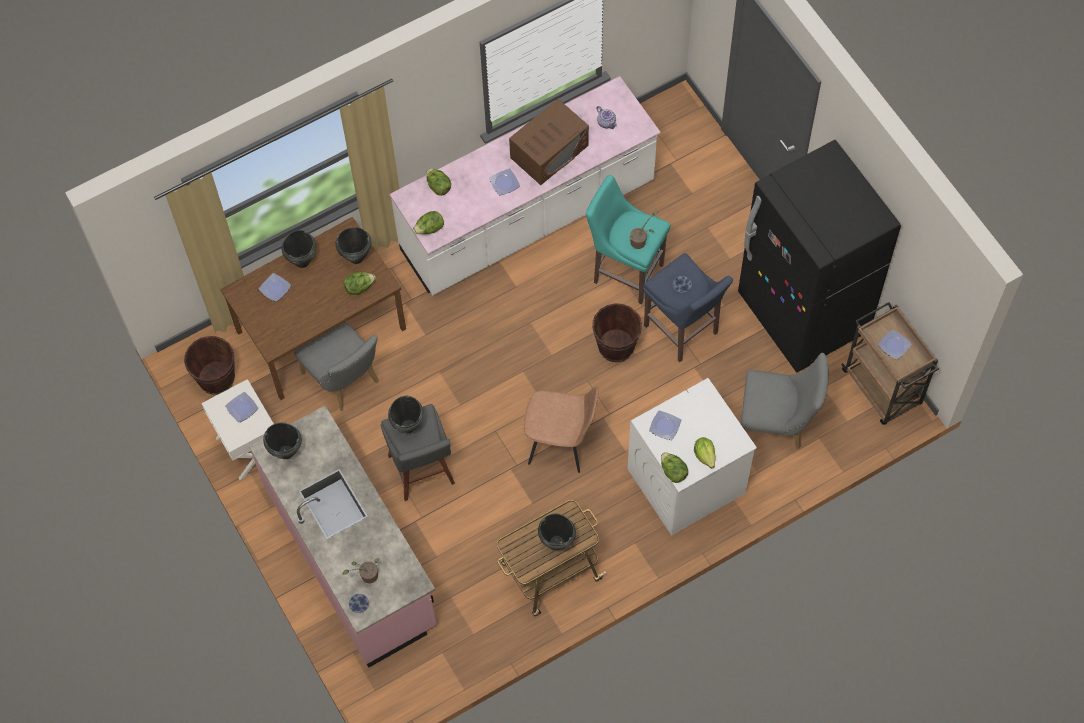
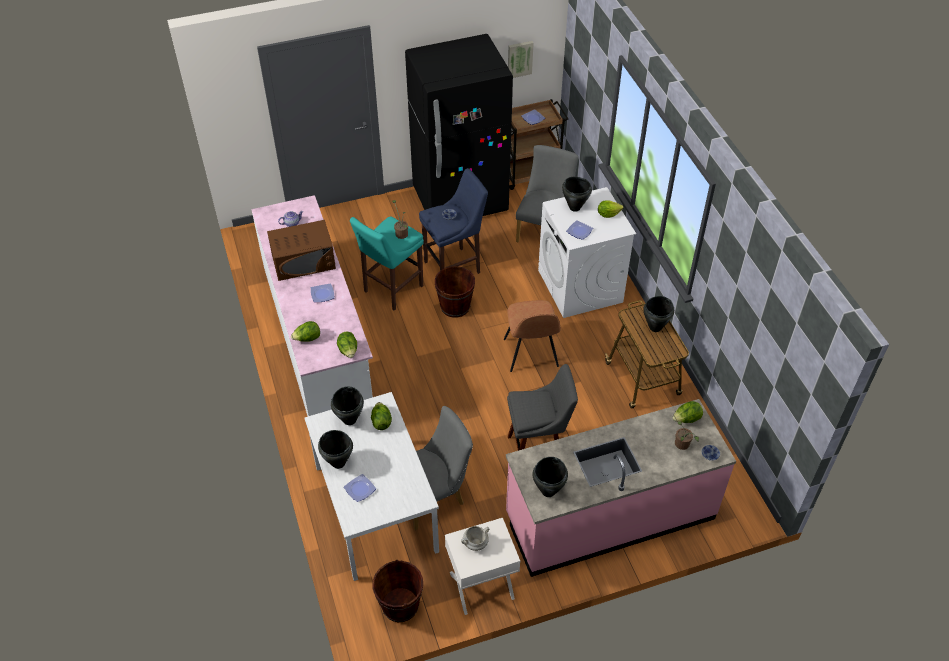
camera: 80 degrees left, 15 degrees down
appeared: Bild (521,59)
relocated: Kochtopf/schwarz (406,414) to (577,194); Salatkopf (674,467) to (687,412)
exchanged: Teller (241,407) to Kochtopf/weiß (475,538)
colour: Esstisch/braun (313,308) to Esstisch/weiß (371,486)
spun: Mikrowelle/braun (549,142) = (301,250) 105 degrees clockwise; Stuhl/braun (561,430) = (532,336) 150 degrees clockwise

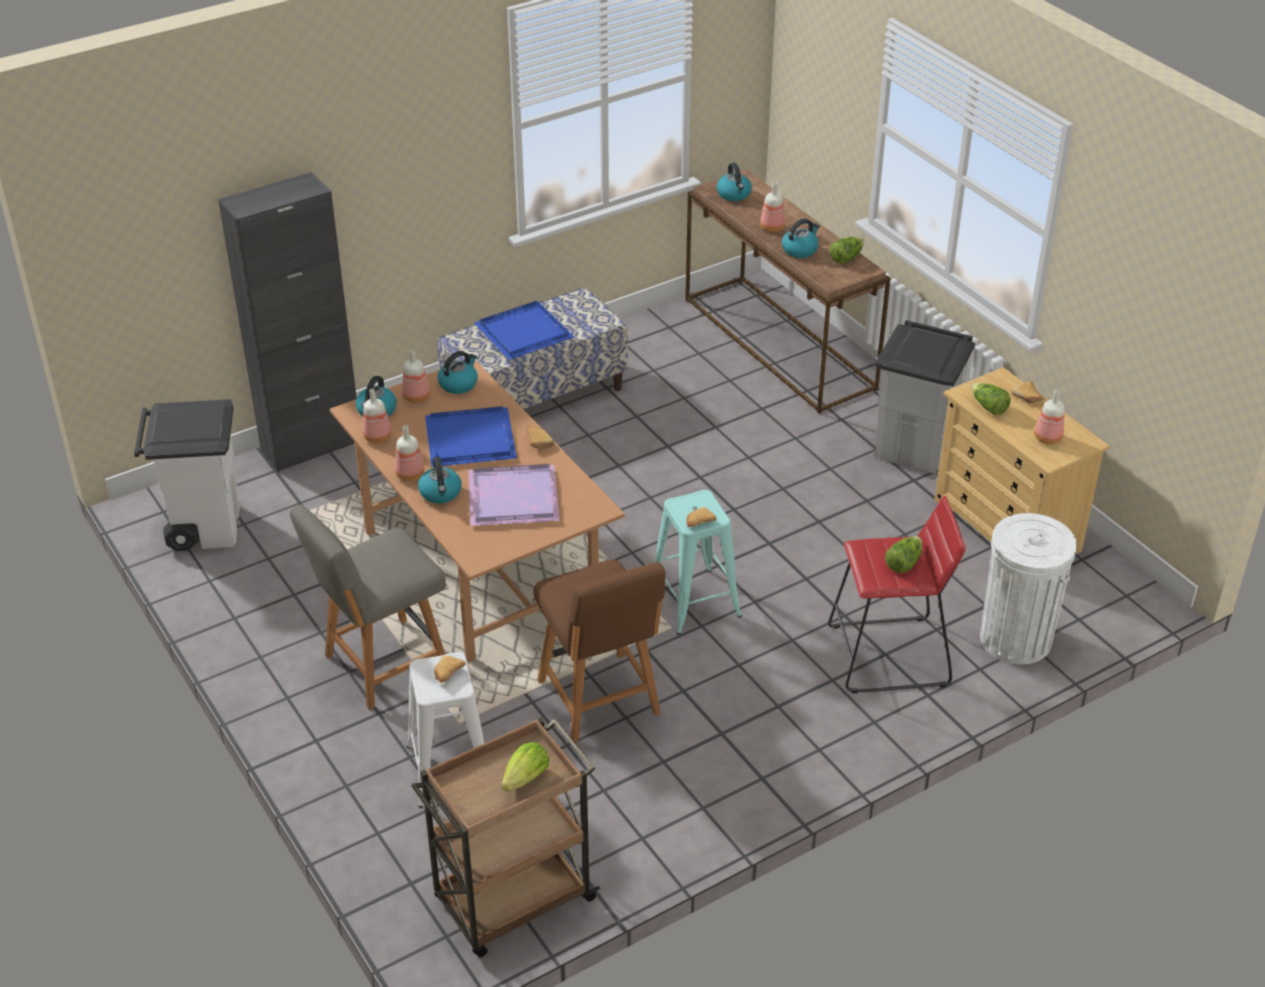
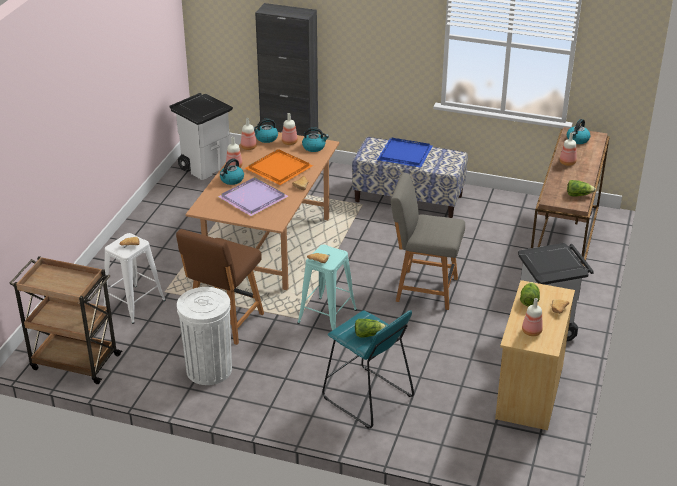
camera: 50 degrees right, 5 degrees down
missing: Salatkopf (525,767); Wasserkessel (801,238)
relocated: Stuhl/grau (368,607) to (428,241); Mülleimer/weiß (1028,588) to (204,336)
colour: Tablett/blau (471,436) to Tablett/orange (279,167); Hocker/rot (896,594) to Hocker/türkis (368,369)

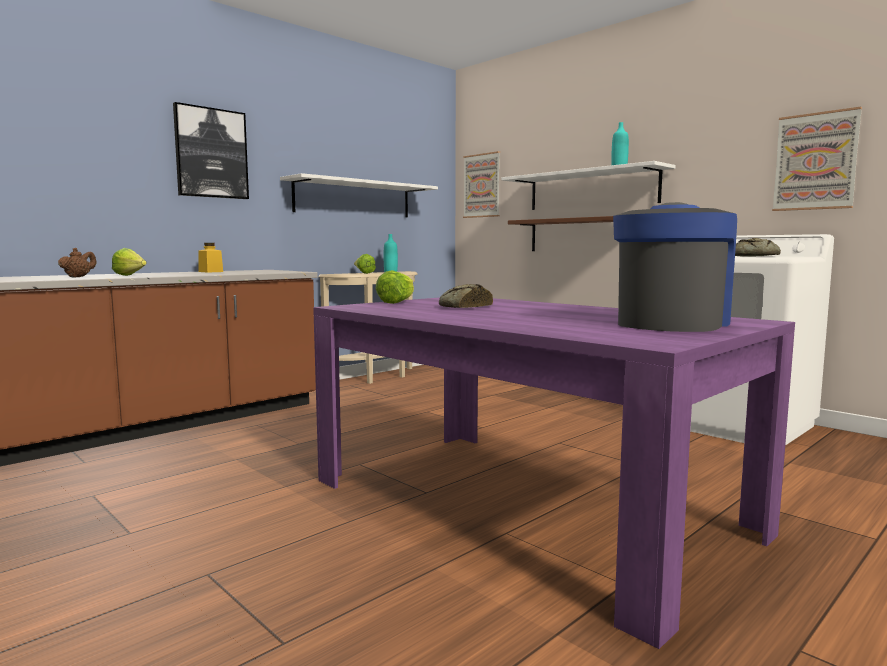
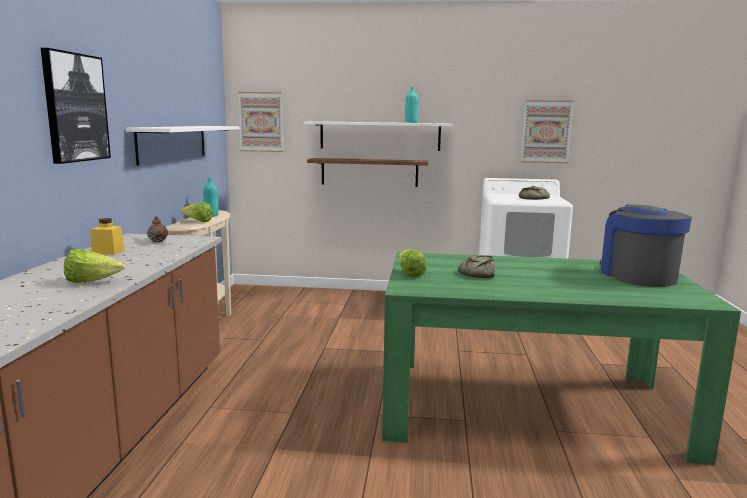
camera: 40 degrees left, 5 degrees up
relocated: Teekanne/braun (77,263) to (157,229)
colour: Esstisch/lila (554,473) to Esstisch/grün (561,358)

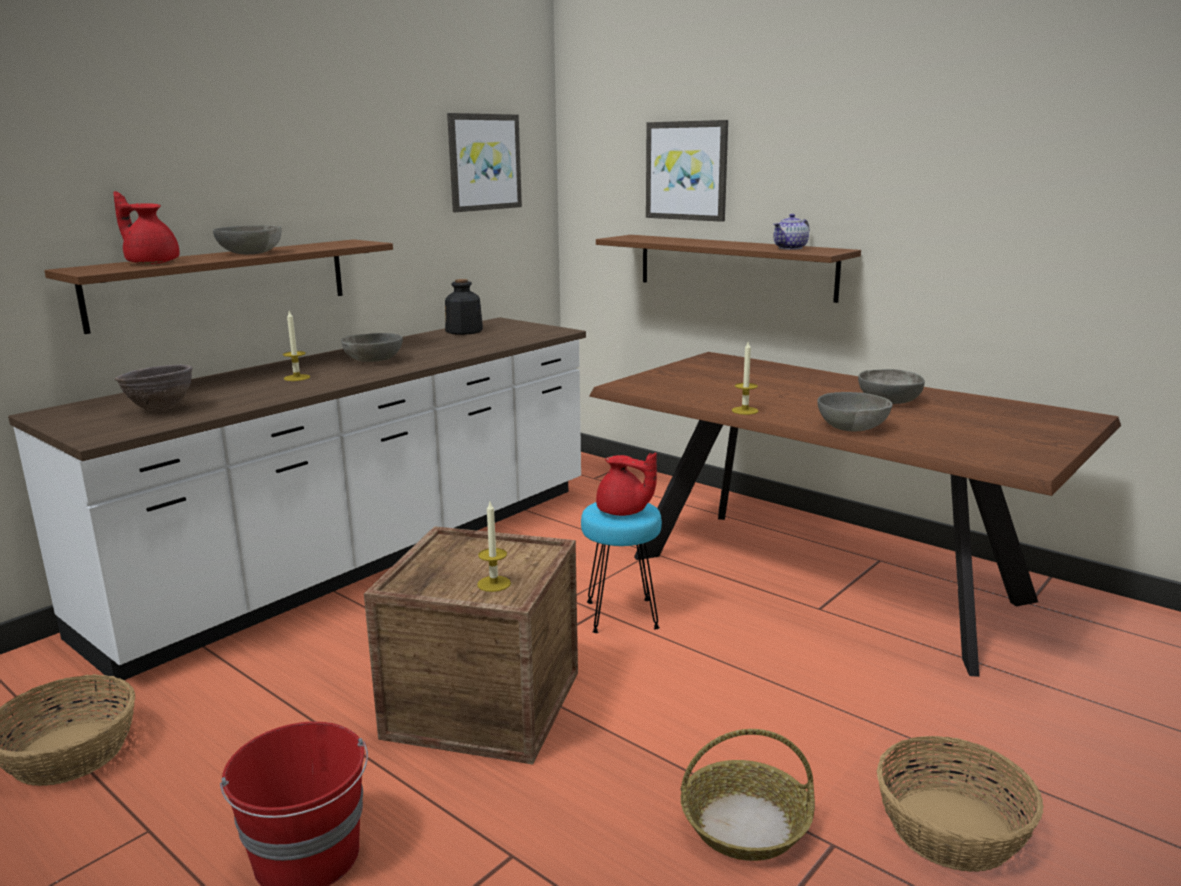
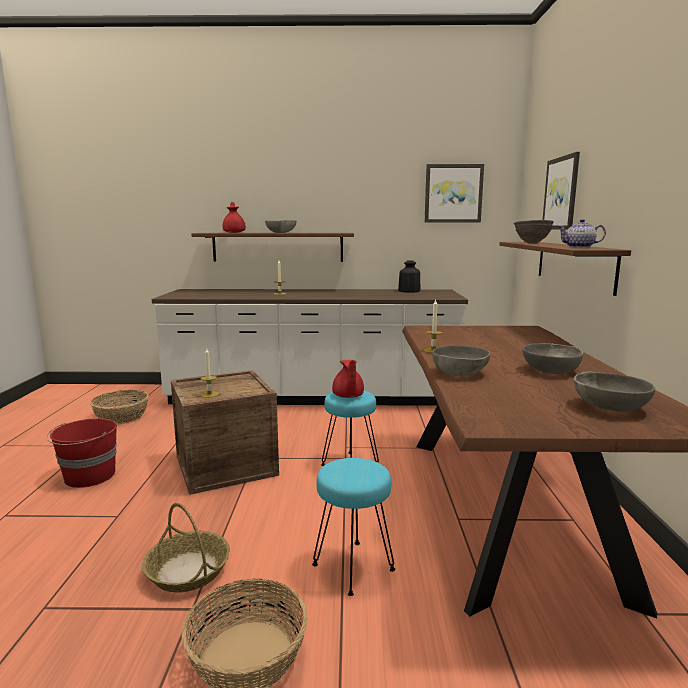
camera: 50 degrees right, 5 degrees down
appeared: Hocker/türkis (353,527)
relocated: Schüssel/braun (154,388) to (534,232); Schüssel/grau (372,347) to (614,392)

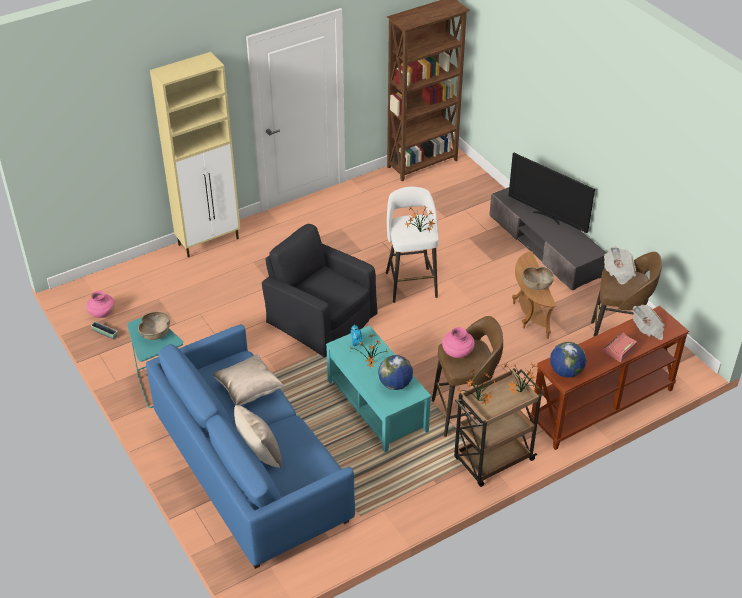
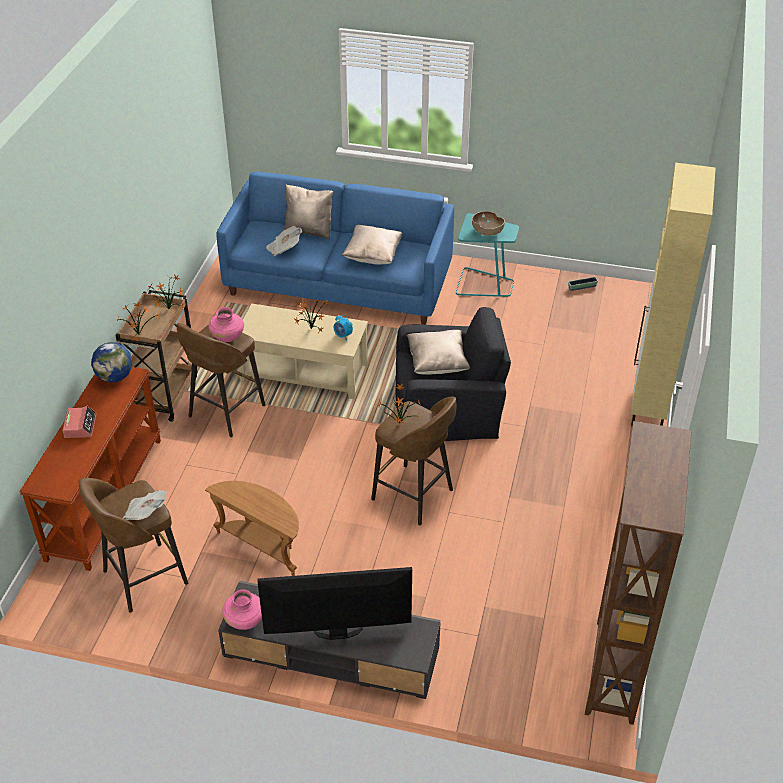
camera: 135 degrees right, 0 degrees up
missing: Globus (395,372); Schüssel/braun (538,278)
appeared: Kissen/beige (438,352)
relocated: Vase/rosa (100,304) to (242,610); Zeitung (649,322) to (284,241)
colour: Couchtisch/türkis (378,388) to Couchtisch/beige (303,351); Hocker/weiß (412,245) to Hocker/braun (413,461)

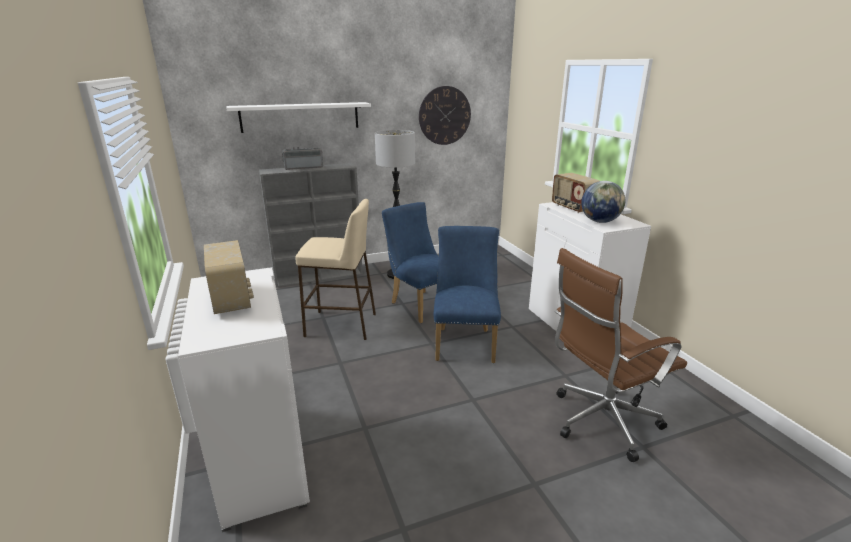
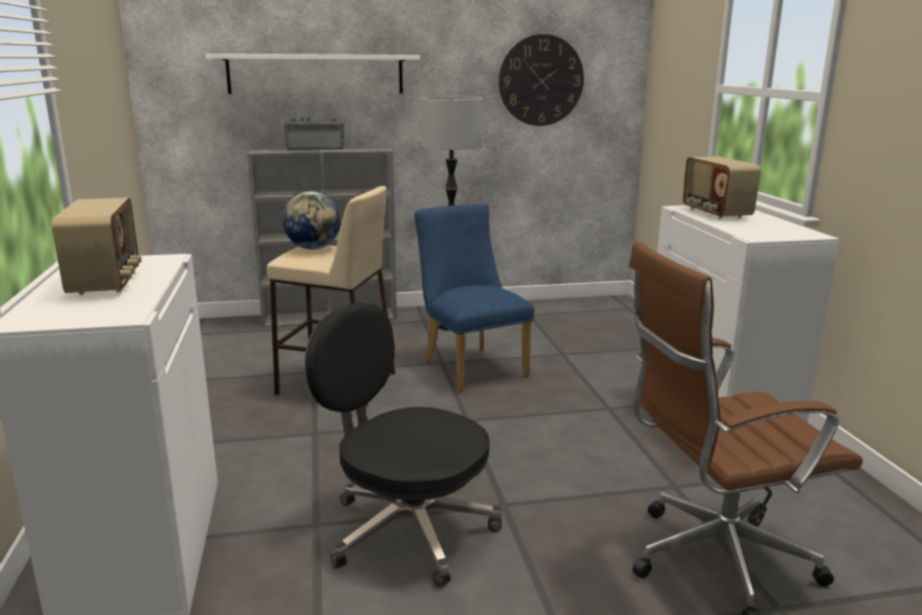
camera: 10 degrees right, 5 degrees down
missing: Stuhl/blau (467,294)
appeared: Bürostuhl/schwarz (404,445)
relocated: Globus (603,202) to (312,221)

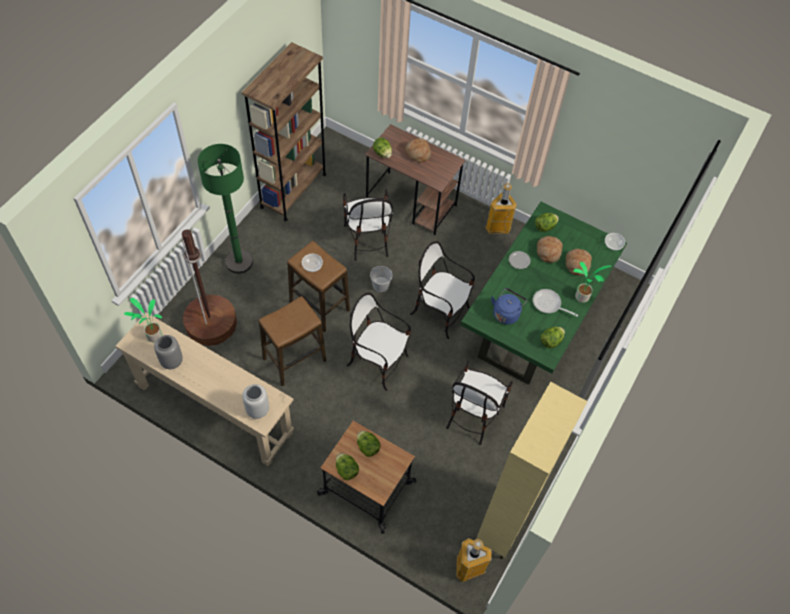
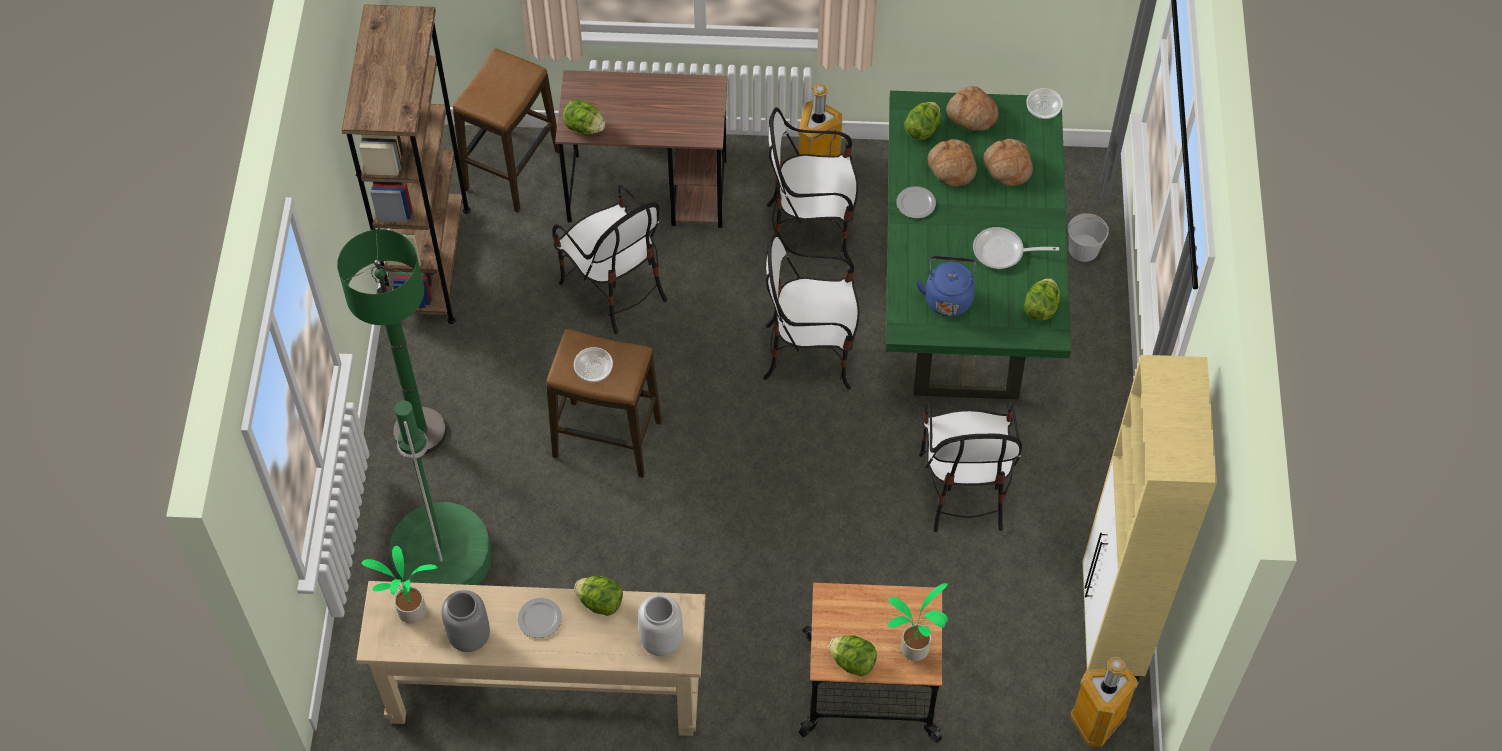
camera: 25 degrees left, 0 degrees up
appeared: Teller (539,618)
relocated: Hocker (292,341) to (506,130); Stuhl (378,341) to (812,184); Salatkopf (368,444) to (598,596); Eimer/weiß (381,279) to (1088,237); Brot (418,150) to (972,108); Topfpflanze (592,282) to (918,622)
colour: Stehlampe/braun (209,287) to Stehlampe/grün (440,493)

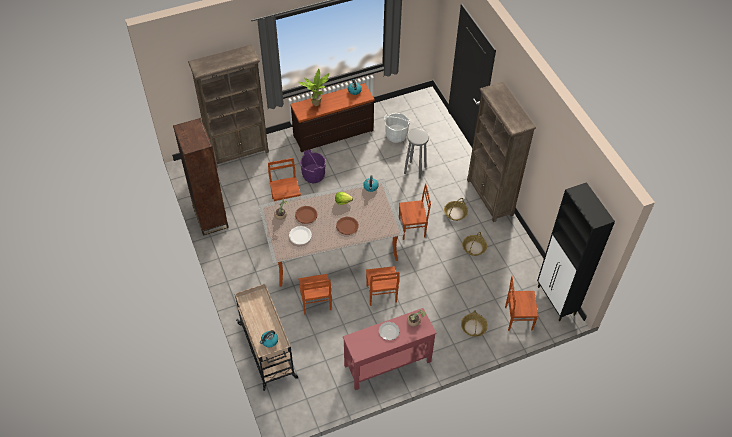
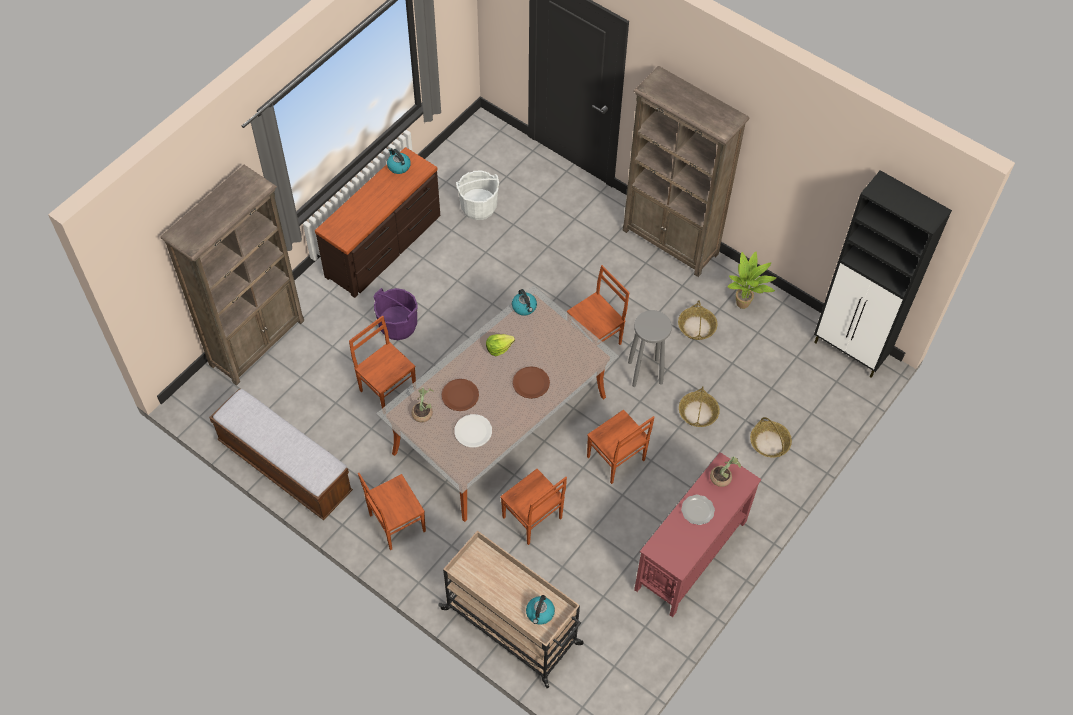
camera: 30 degrees left, 5 degrees up
relocated: Topfpflanze (313,87) to (752,280); Hocker/grau (416,154) to (650,348); Korb (456,209) to (699,406); Stuhl/braun (521,303) to (392,511)
exchanged: Bücherregal/braun (201,177) to Bank (281,454)

